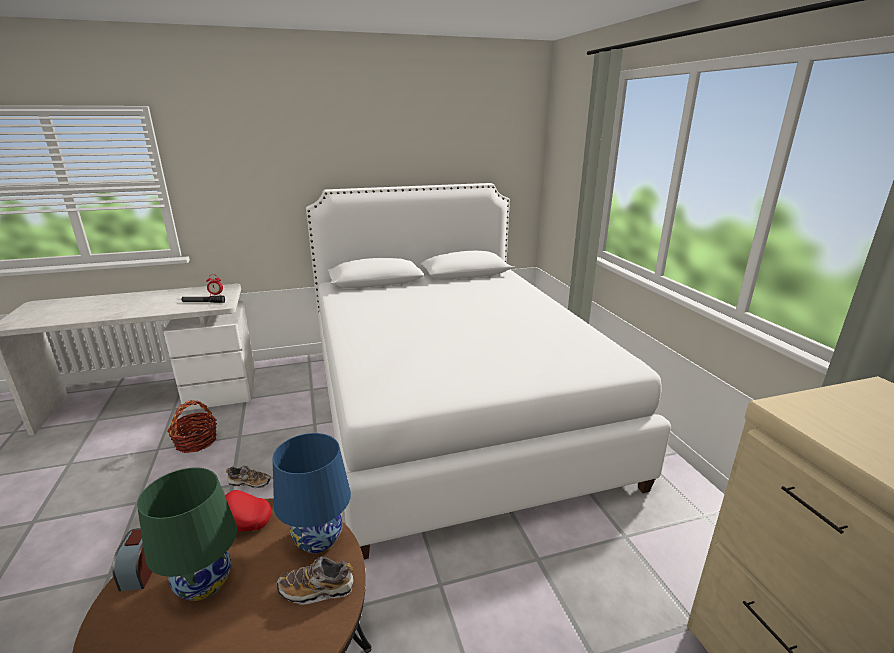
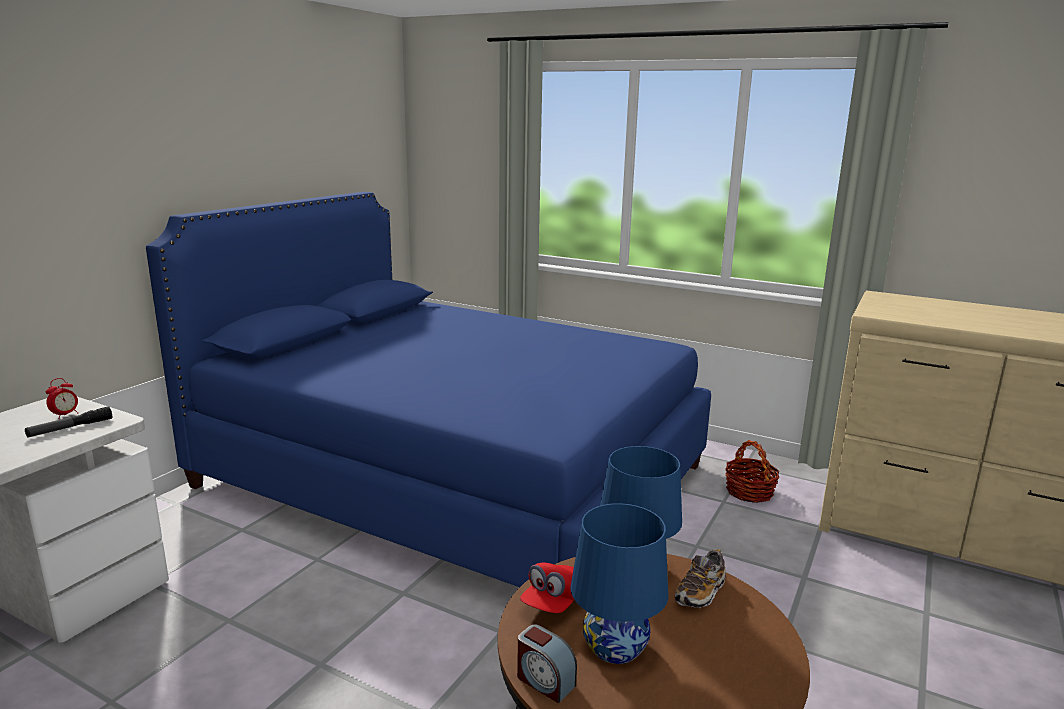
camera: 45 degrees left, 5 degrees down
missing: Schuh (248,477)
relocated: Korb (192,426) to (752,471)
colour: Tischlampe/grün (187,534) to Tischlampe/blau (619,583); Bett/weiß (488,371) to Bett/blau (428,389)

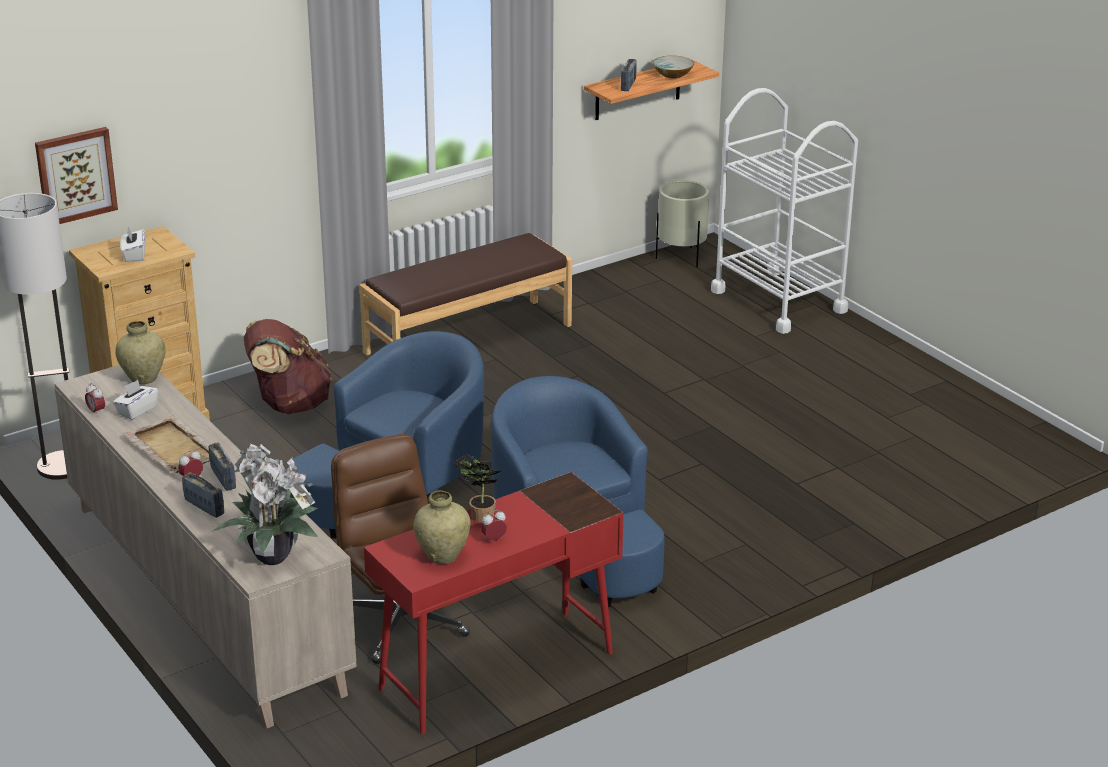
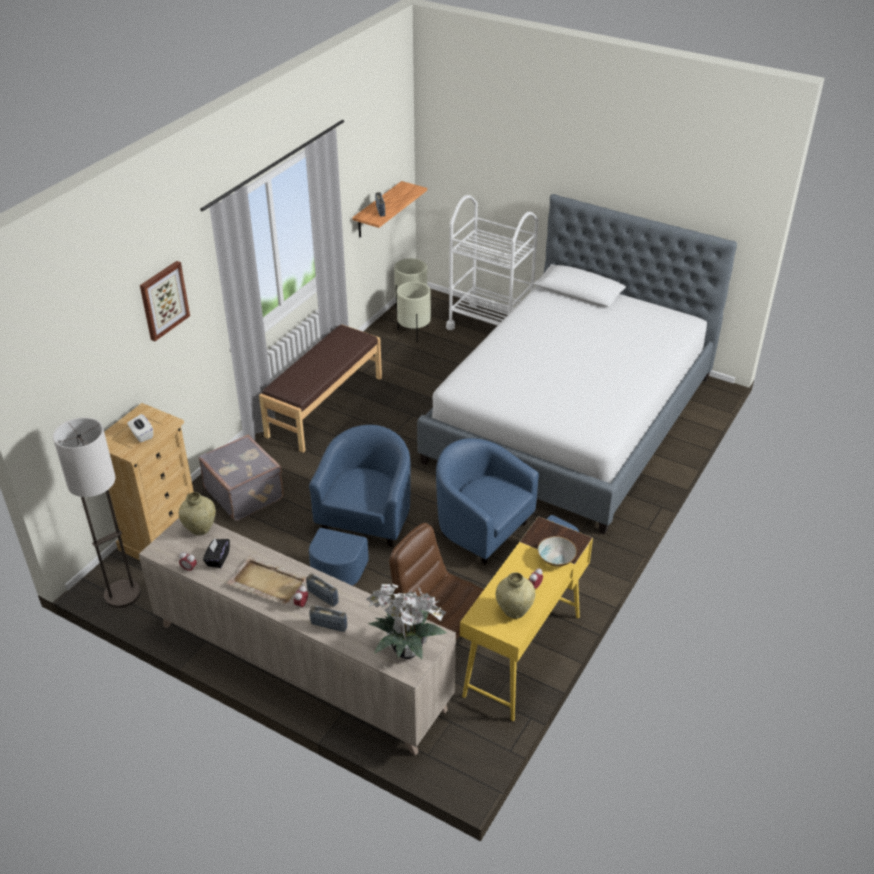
camera: 25 degrees left, 10 degrees up
missing: Topfpflanze (477,488)
appeared: Pflanzkübel/beige (414,312); Bett (577,364)
relocated: Bild (76,175) to (165,301); Schüssel (673,67) to (557,551)
exchanged: Rucksack/braun (288,366) to Koffer/grau (241,478)
colour: Taschentuchbox/weiß (135,400) to Taschentuchbox/schwarz (216,553); Schreibtisch/rot (494,603) to Schreibtisch/gelb (526,618)

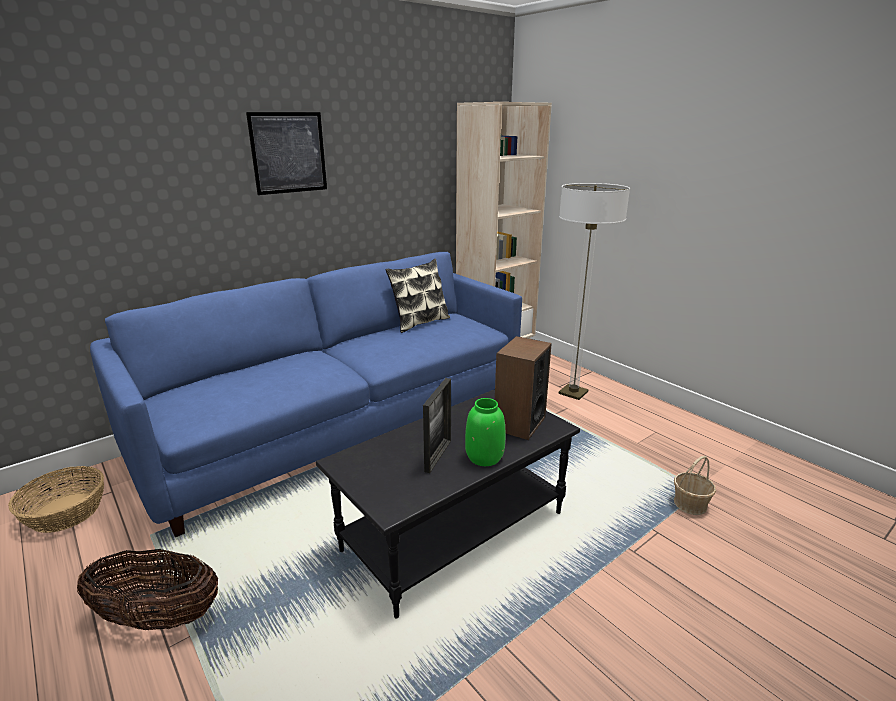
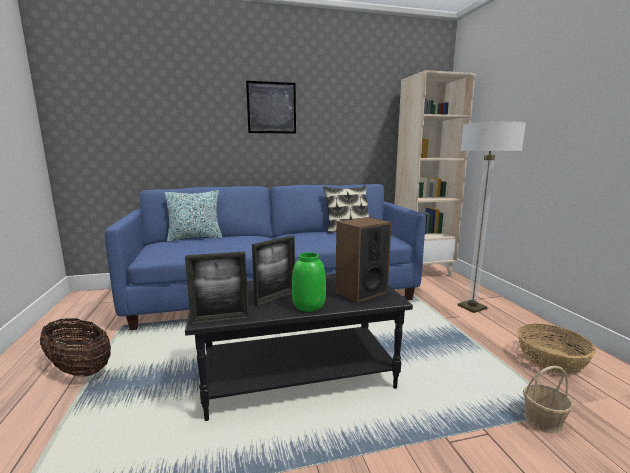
camera: 25 degrees right, 10 degrees down
appeared: Kissen (193,216); Bilderrahmen (217,288)
relocated: Korb (56,499) to (557,348)

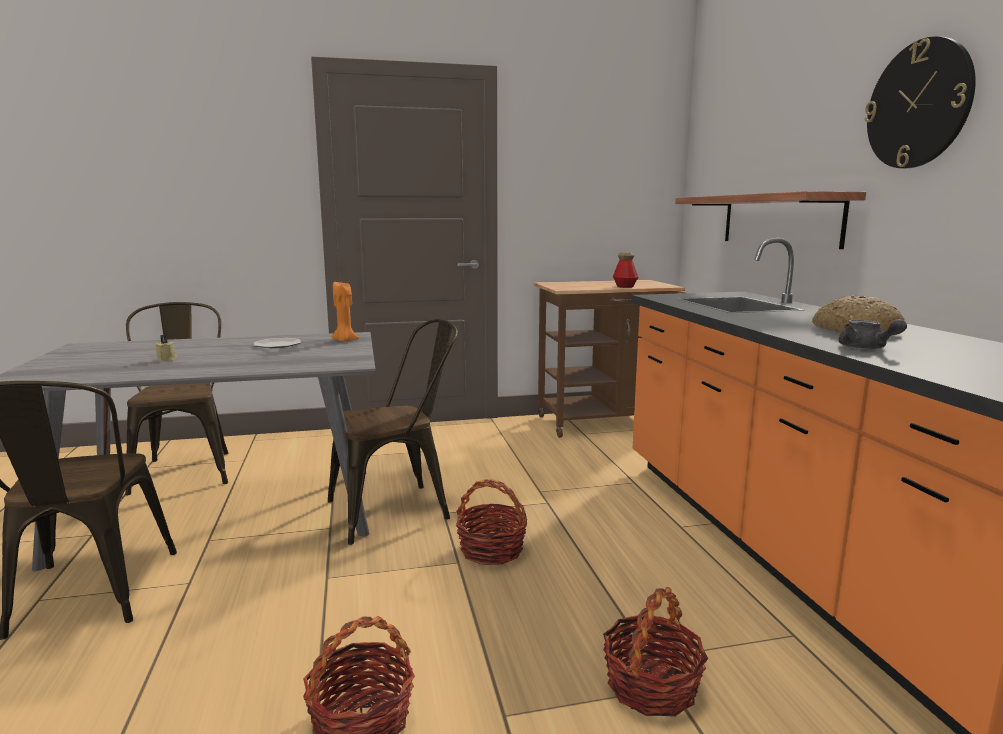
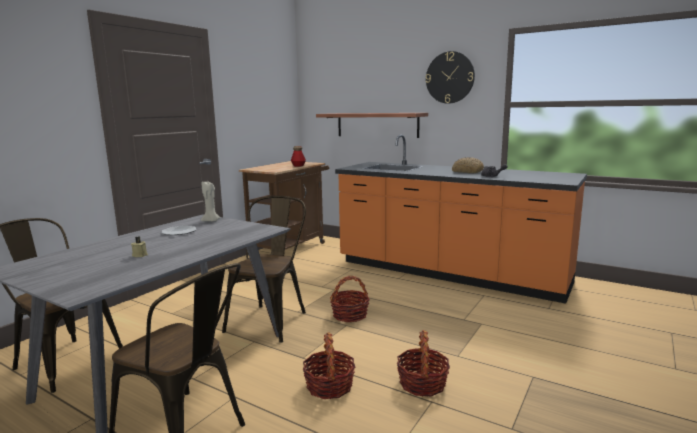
camera: 45 degrees left, 0 degrees up
relocated: Korb (655,652) to (329,365)
colour: Kerze/orange (345,312) to Kerze/beige (210,202)

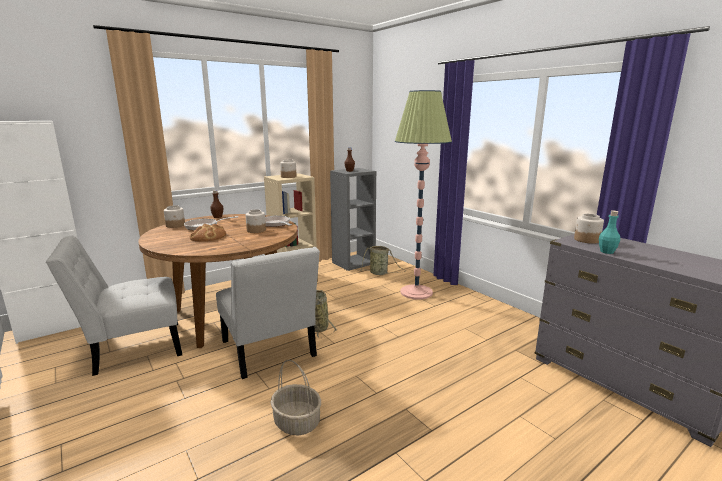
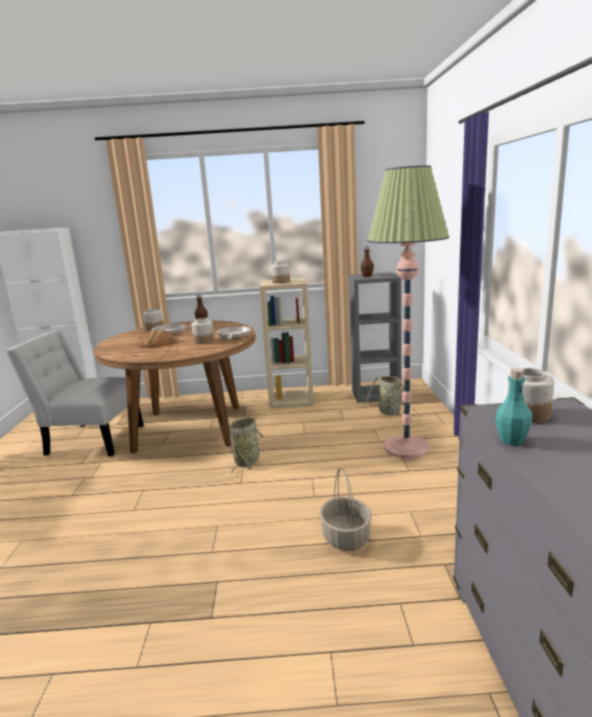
camera: 35 degrees right, 0 degrees up
missing: Stuhl/weiß (268,313)
relocated: Korb (295,397) to (346,509)

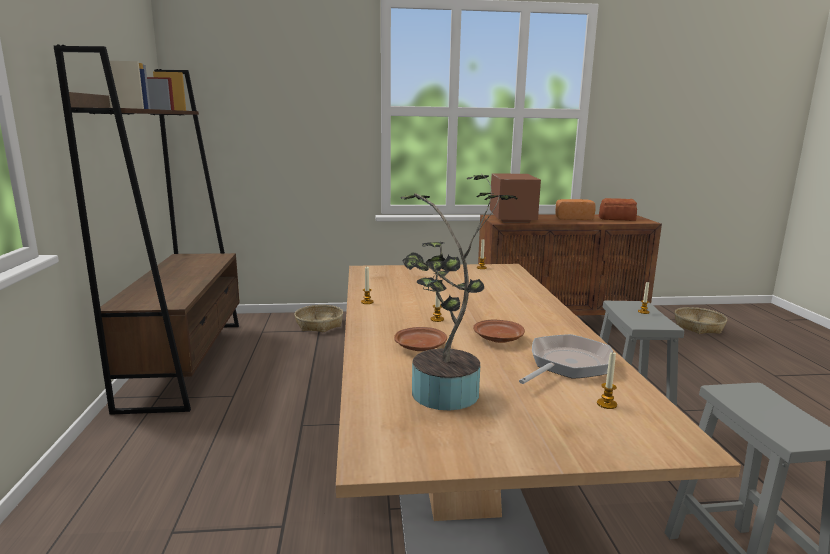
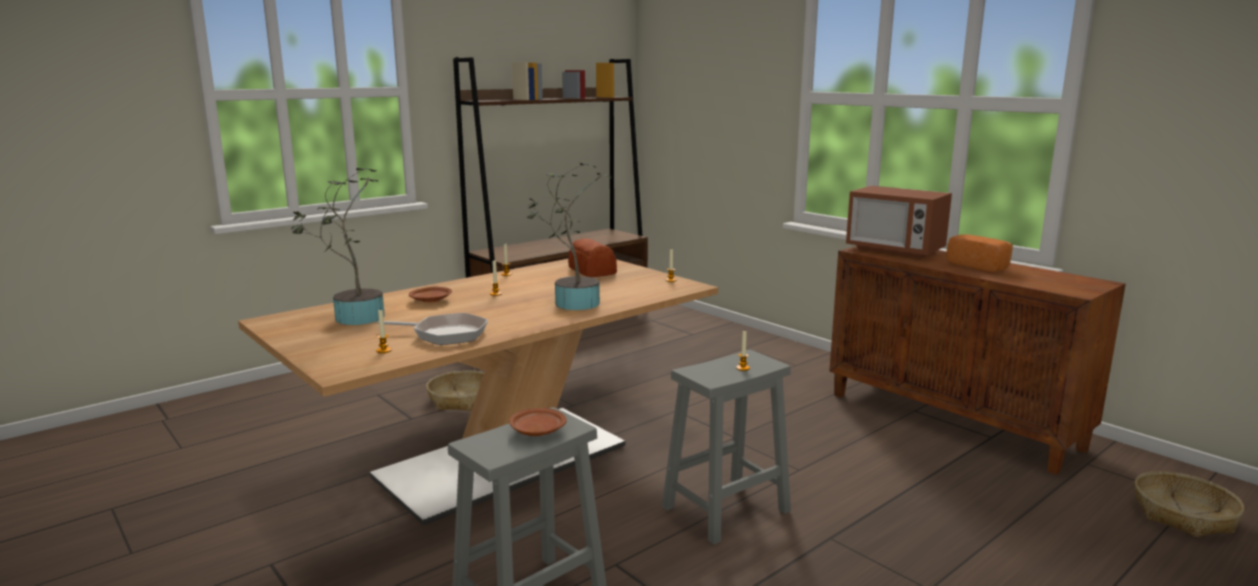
camera: 55 degrees right, 0 degrees up
appeared: Topfpflanze (570,236)
relocated: Korb (318,319) to (455,390); Teller/braun (499,331) to (538,422); Brot (618,209) to (592,257)
spun: Mikrowelle (515,198) = (899,222) 75 degrees clockwise

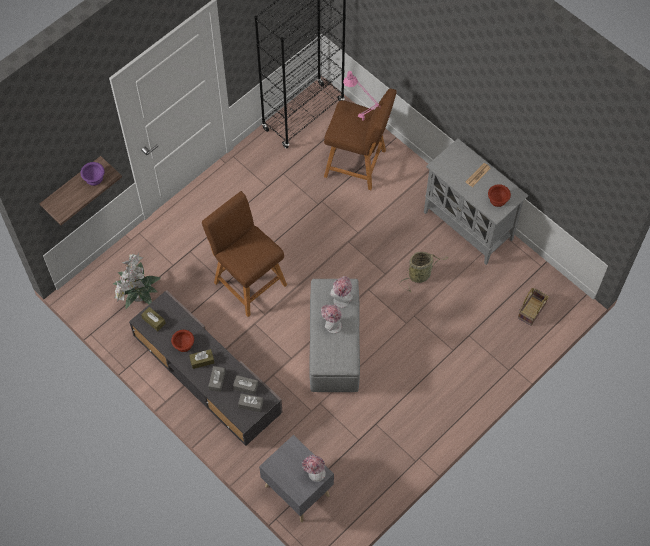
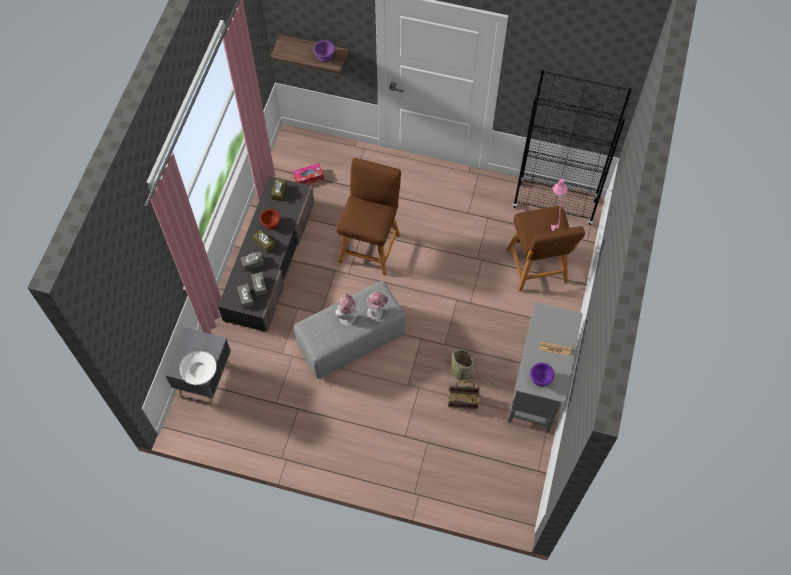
camera: 60 degrees right, 0 degrees up
relocated: Korb (533,307) to (464,394)
exchanged: Topfpflanze (137,281) to Taschentuchbox (308,174); Hut (314,468) to Schüssel/weiß (198,367)
colour: Schüssel/braun (499,195) to Schüssel/lila (542,374)

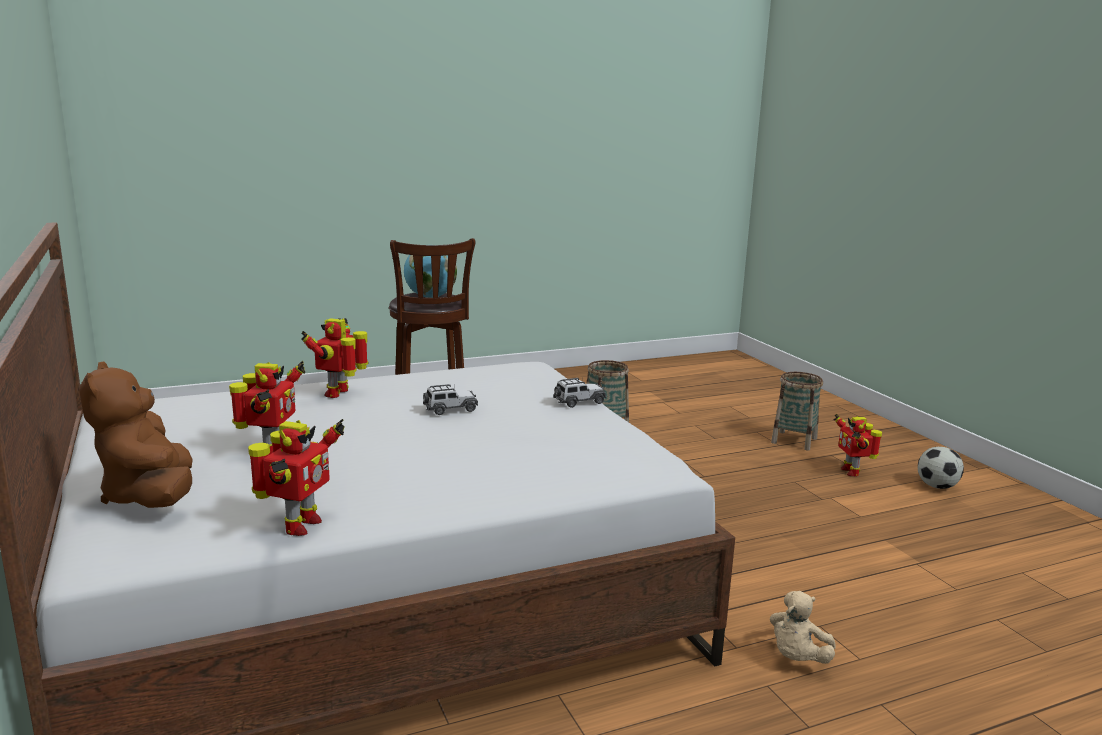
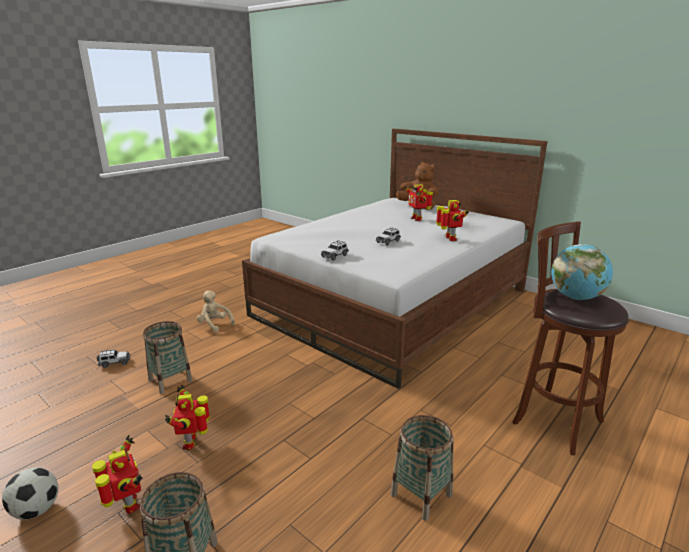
camera: 155 degrees right, 5 degrees up
appeared: Spielzeugauto (113,358); Korb (168,357)
relocated: Spielzeugroboter (296,477) to (187,417)
spun: Plüschtier/beige (803,627) = (216,312) 60 degrees counterclockwise

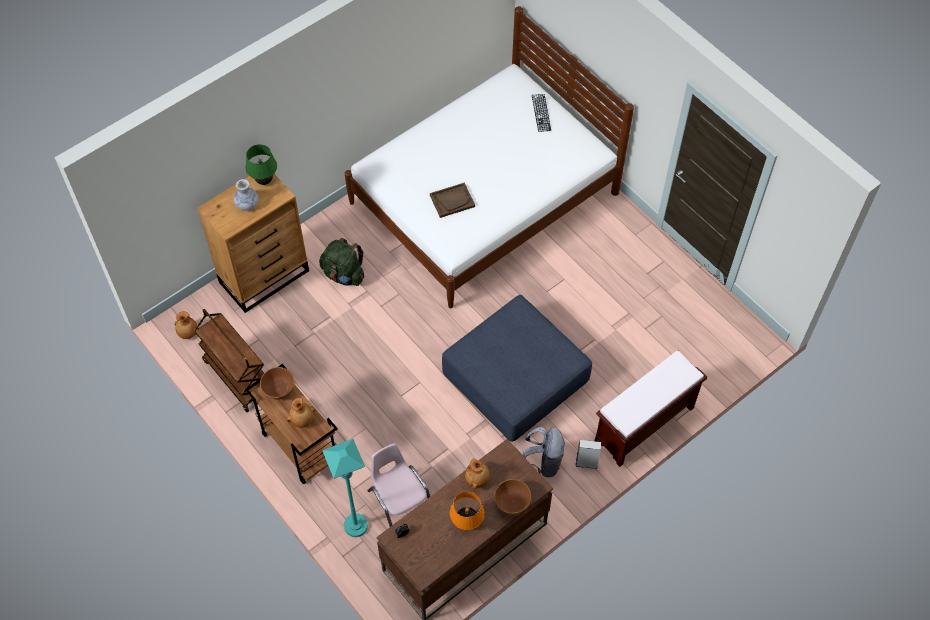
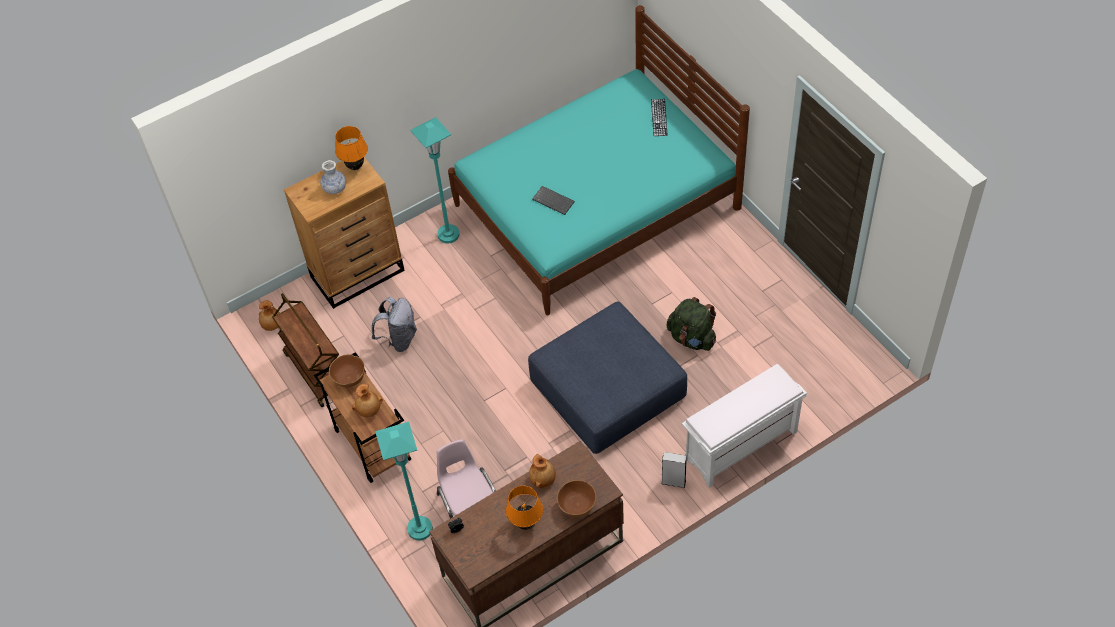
camera: 10 degrees right, 5 degrees down
appeared: Stehlampe/türkis (434,180)
relocated: Rucksack/grün (341,262) to (691,324); Rucksack/grau (543,452) to (394,324)
exchanged: Tablett/braun (452,200) to Tastatur (553,200)
colour: Tischlampe/grün (261,164) to Tischlampe/orange (351,148); Bett/weiß (489,157) to Bett/türkis (599,160); Bank/braun (651,408) to Bank/weiß (744,426)

